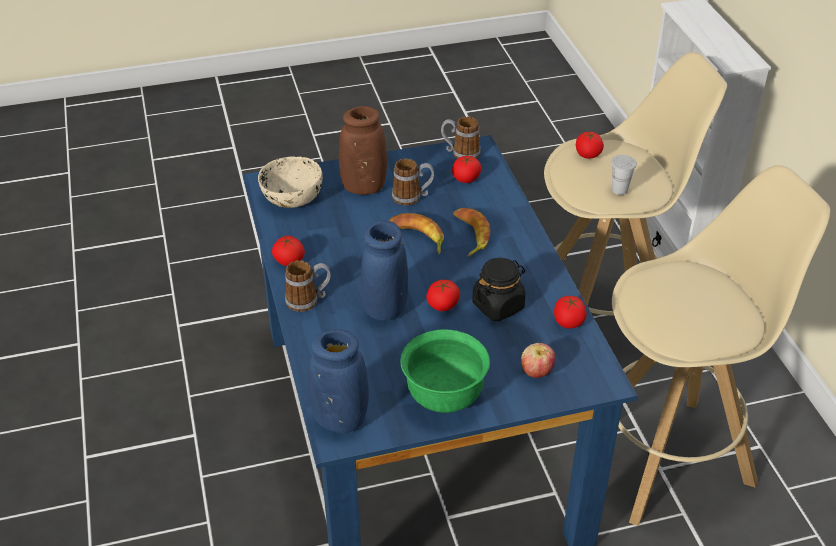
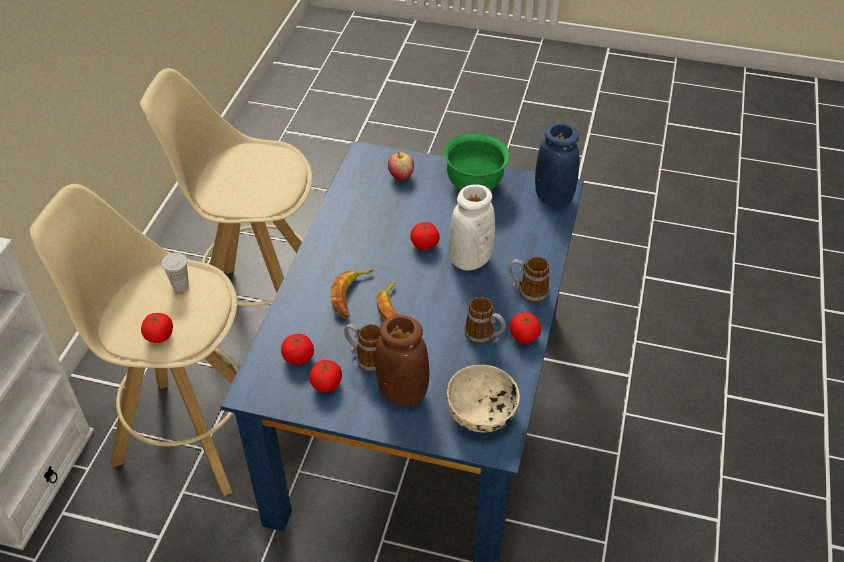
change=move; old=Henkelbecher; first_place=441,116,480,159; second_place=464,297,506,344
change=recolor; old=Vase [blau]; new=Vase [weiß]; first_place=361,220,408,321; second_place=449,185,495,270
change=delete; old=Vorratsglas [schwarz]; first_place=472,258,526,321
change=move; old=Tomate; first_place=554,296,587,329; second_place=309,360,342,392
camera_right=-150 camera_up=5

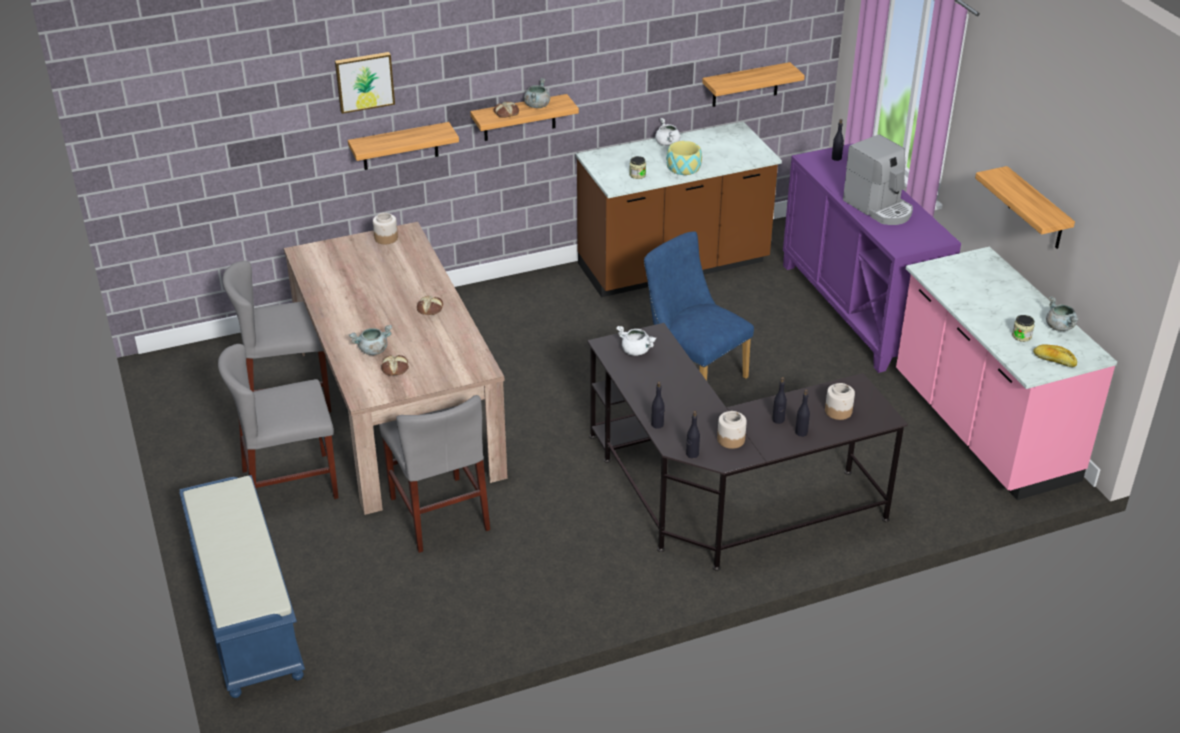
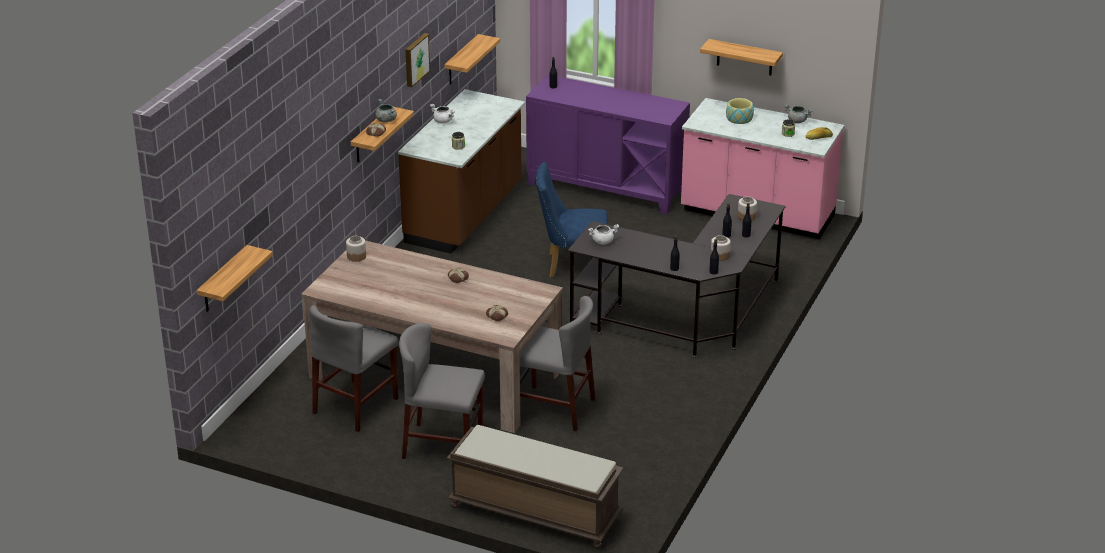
change=move; old=Bild; first_place=335,52,395,114; second_place=405,33,430,87
change=move; old=Wandregal; first_place=348,122,459,170; second_place=197,245,273,312
change=delete; old=Kaffeemaschine; first_place=843,134,913,225
change=move; old=Schüssel; first_place=666,141,702,175; second_place=726,98,754,124
change=delete; old=Kochtopf [grau]; first_place=349,325,392,355
change=rotate; old=Stuhl [grau]; first_place=218,344,339,499; second_place=399,323,485,459; degrees=75
change=recolor; old=Bank [blau]; new=Bank [braun]; first_place=179,475,305,698; second_place=446,425,624,549
camera_right=-45 camera_up=-5

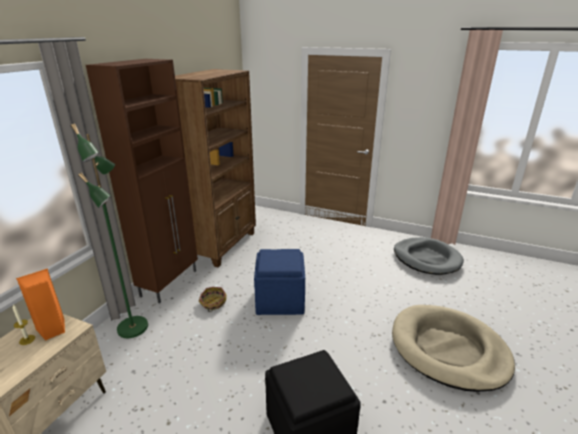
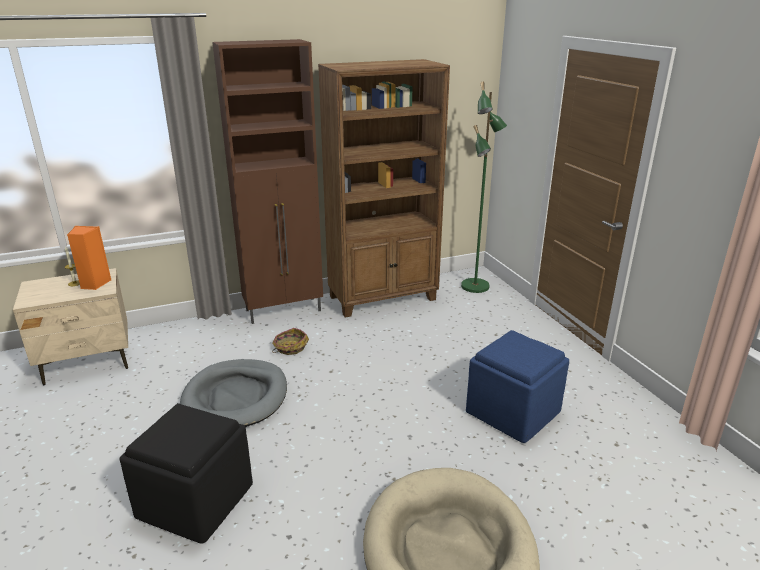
change=move; old=Stehlampe [grün]; first_place=71,124,148,338; second_place=461,82,507,293
change=move; old=Hundebett [grau]; first_place=394,237,464,275; second_place=180,359,287,427
change=move; old=Polsterhocker [blau]; first_place=254,249,305,315; second_place=466,330,569,443
camera_right=45 camera_up=0

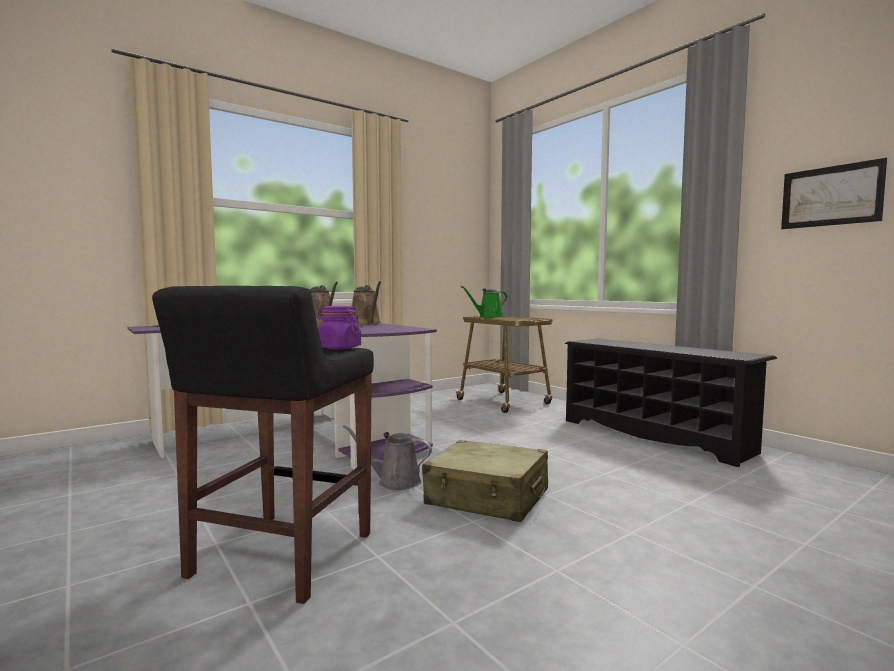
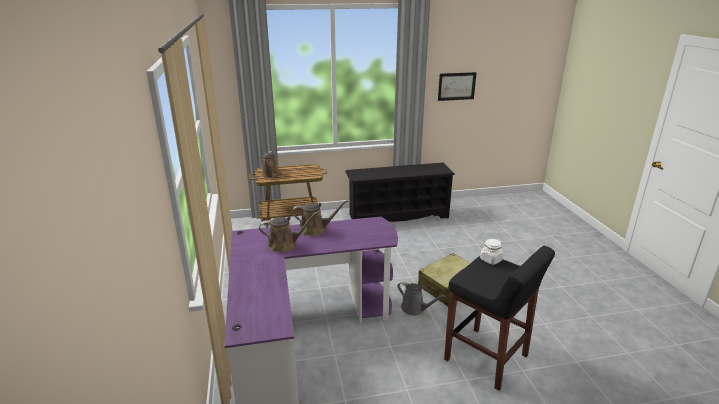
change=recolor; old=Gießkanne [grün]; new=Gießkanne [braun]; first_place=460,286,507,318; second_place=261,151,281,178
change=recolor; old=Vorratsglas [lila]; new=Vorratsglas [weiß]; first_place=317,306,361,350; second_place=480,239,503,265
change=rotate; old=Gießkanne [grau]; first_place=343,425,432,490; second_place=397,281,445,316; degrees=-90
camera_right=-65 camera_up=20

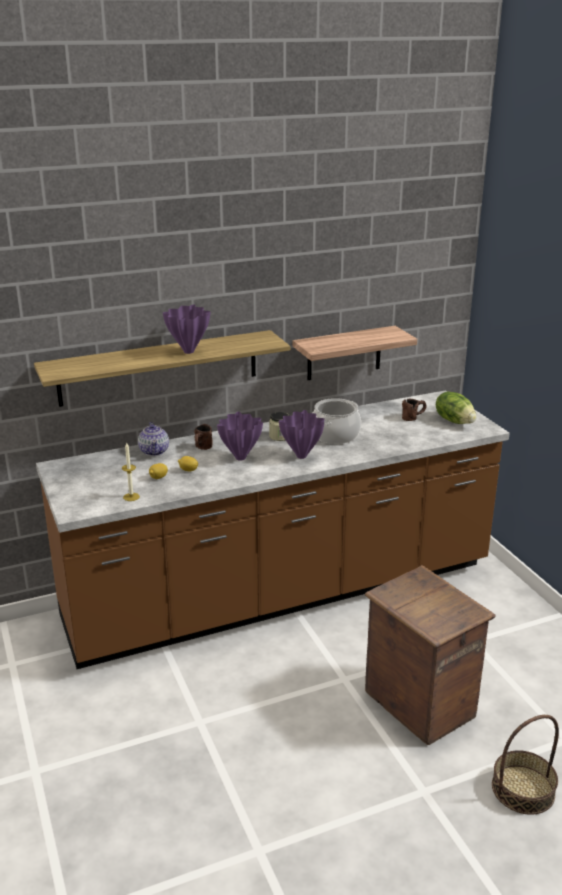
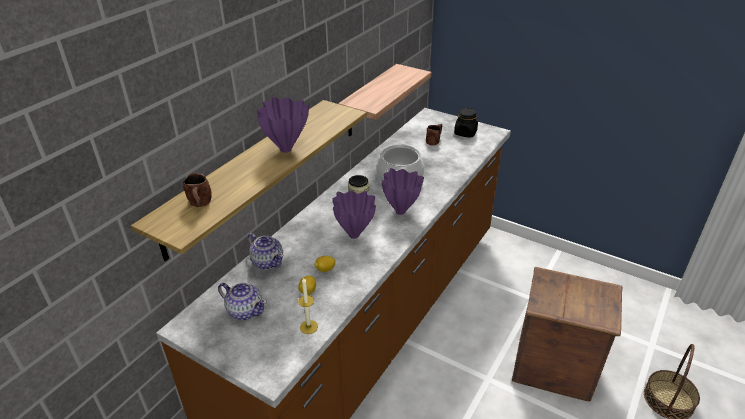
change=replace; old=Salatkopf; new=Vorratsglas [schwarz]; first_place=436,392,477,424; second_place=454,108,478,138
change=move; old=Henkelbecher [braun]; first_place=194,424,213,450; second_place=183,173,212,207
change=insert; new=Teekanne; second_place=218,283,267,320
camera_right=-35 camera_up=10

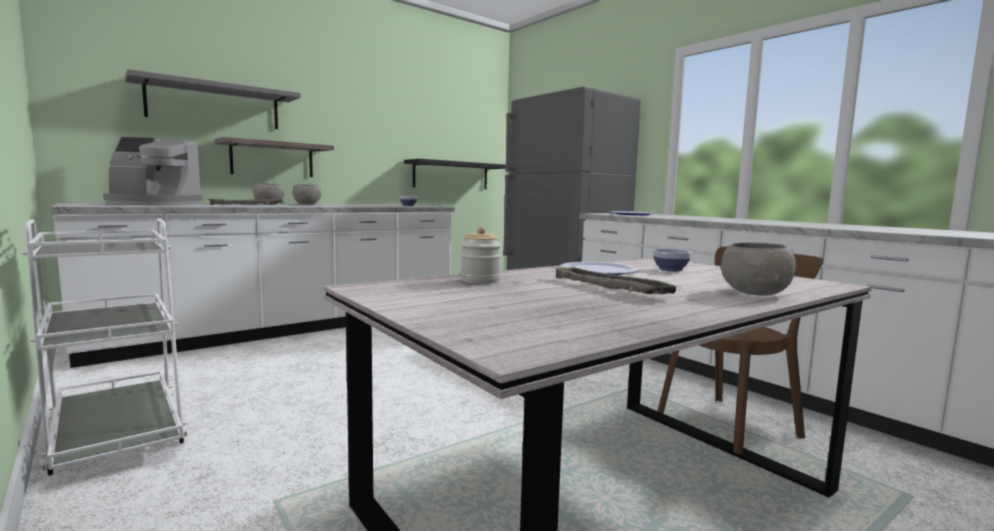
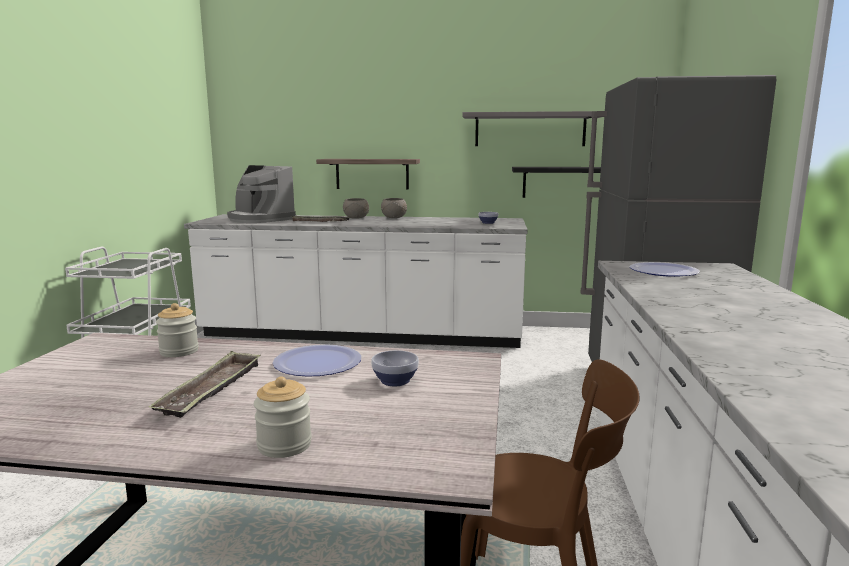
change=move; old=Wandregal [grau]; first_place=125,69,301,129; second_place=462,111,601,146
change=replace; old=Schüssel [grau]; new=Vorratsglas; first_place=720,243,796,296; second_place=254,377,312,458
camera_right=45 camera_up=5

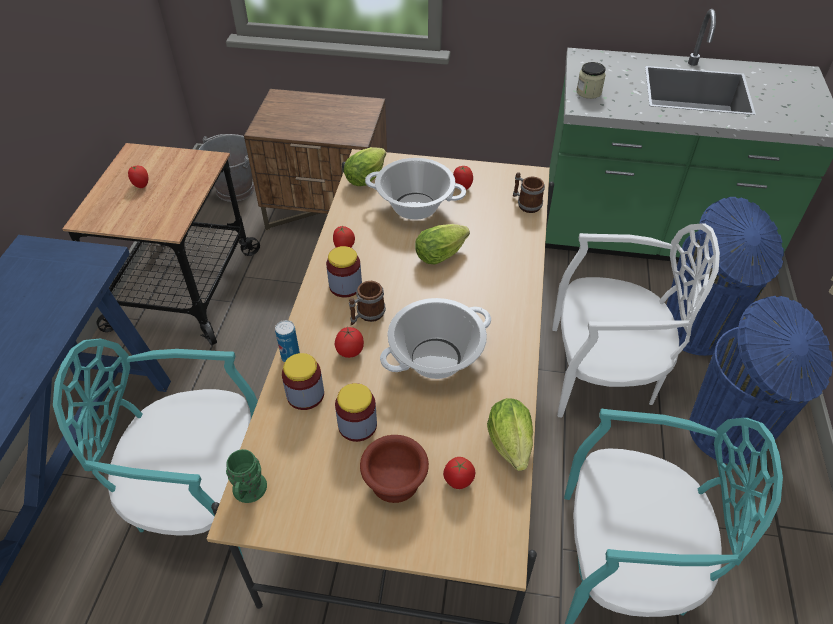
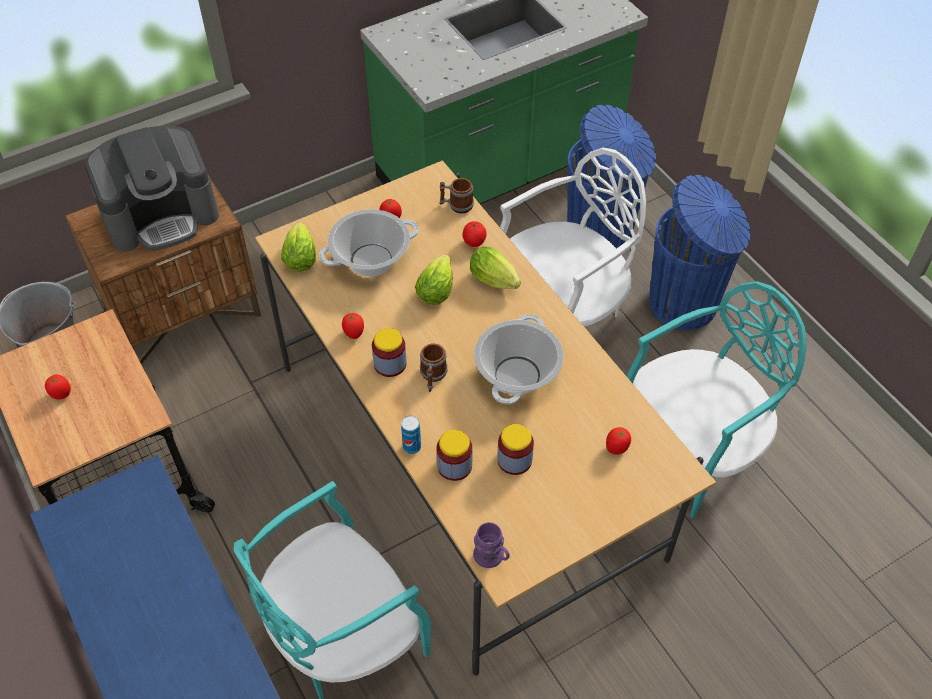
change=delete; old=Vorratsglas; first_place=576,62,606,99
change=move; old=Tomate; first_place=335,327,364,358; second_place=463,221,487,247
change=move; old=Salatkopf; first_place=487,398,533,471; second_place=470,247,521,289
change=delete; old=Schüssel [braun]; first_place=360,435,429,503
change=recolor; old=Henkelbecher [grün]; new=Henkelbecher [lila]; first_place=226,449,267,503; second_place=473,522,510,568
change=insert; new=Kaffeemaschine; second_place=85,126,219,252
camera_right=-40 camera_up=5

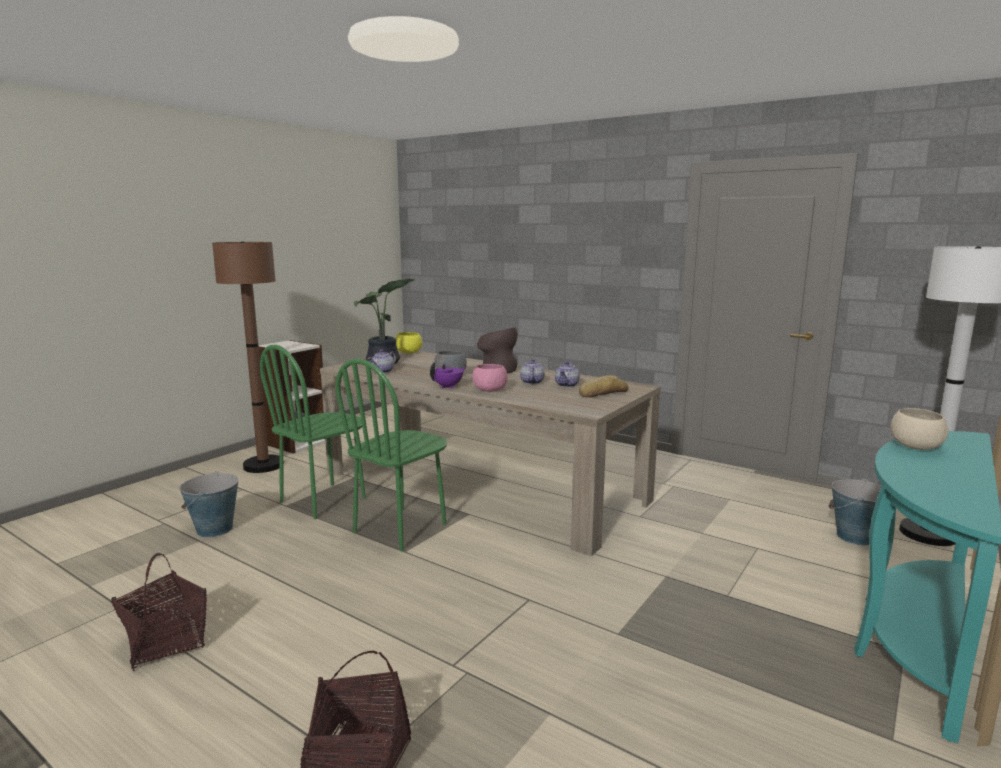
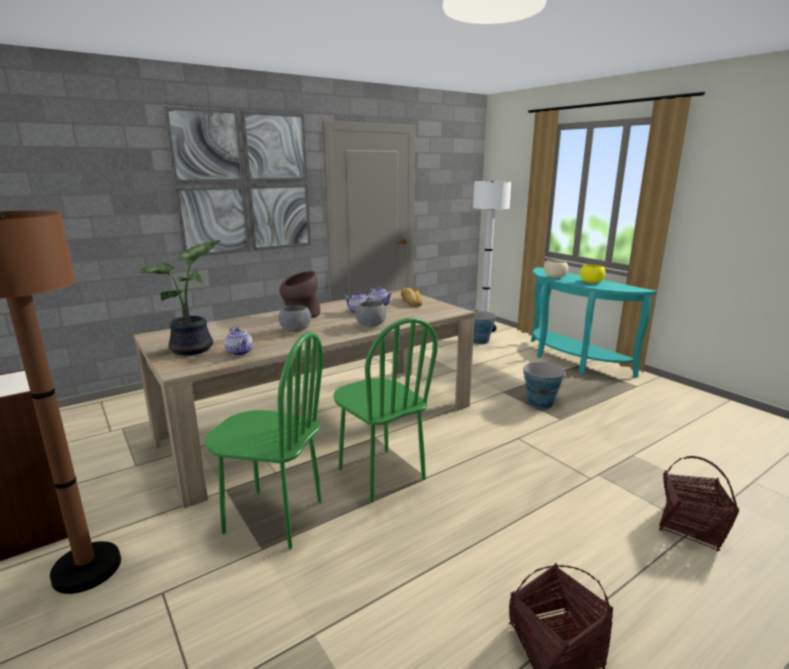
change=move; old=Schüssel [gelb]; first_place=396,332,422,354; second_place=580,264,605,283
change=rotate; old=Stuhl [grün]; first_place=260,345,366,519; second_place=204,332,323,549; degrees=-45
change=delete; old=Teekanne [lila]; first_place=430,362,466,388
change=recolor; old=Schüssel [rosa]; new=Schüssel [grau]; first_place=472,364,508,392; second_place=355,301,386,327
change=move; old=Eimer; first_place=180,471,239,537; second_place=523,362,566,409
change=insert; new=Bild; second_place=163,106,311,256
camera_right=-70 camera_up=5

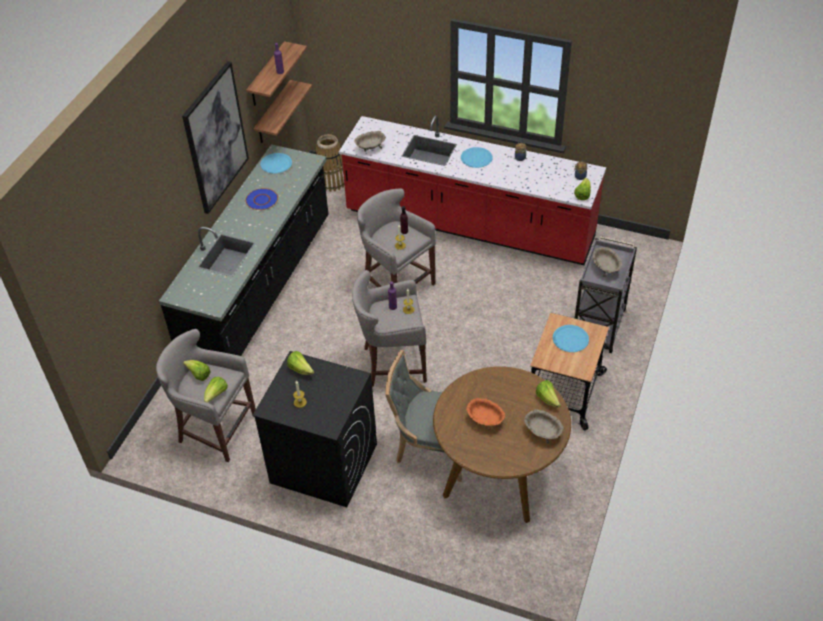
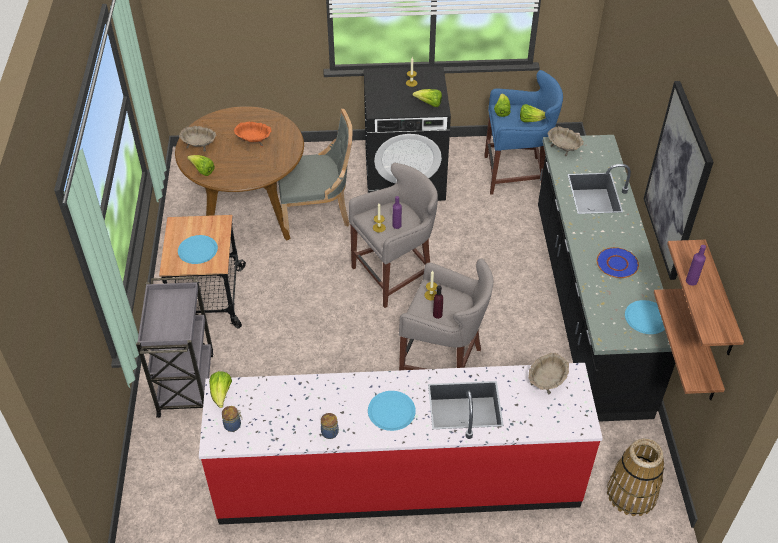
change=move; old=Schüssel [beige]; first_place=593,247,622,277; second_place=547,126,584,156
change=recolor; old=Hocker [grau]; new=Hocker [blau]; first_place=156,329,256,462; second_place=484,70,563,195
camera_right=155 camera_up=0

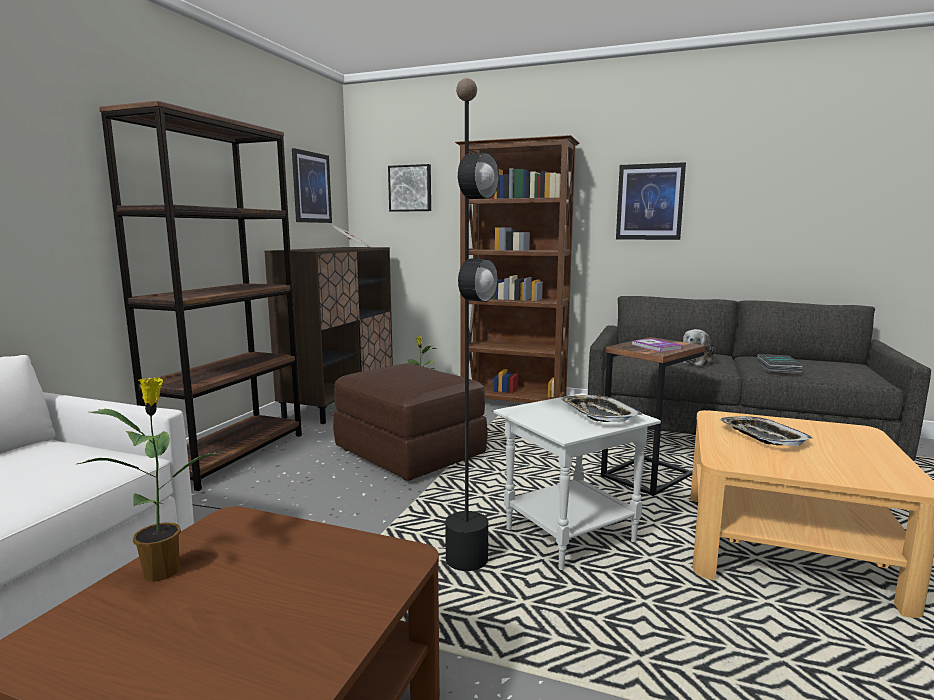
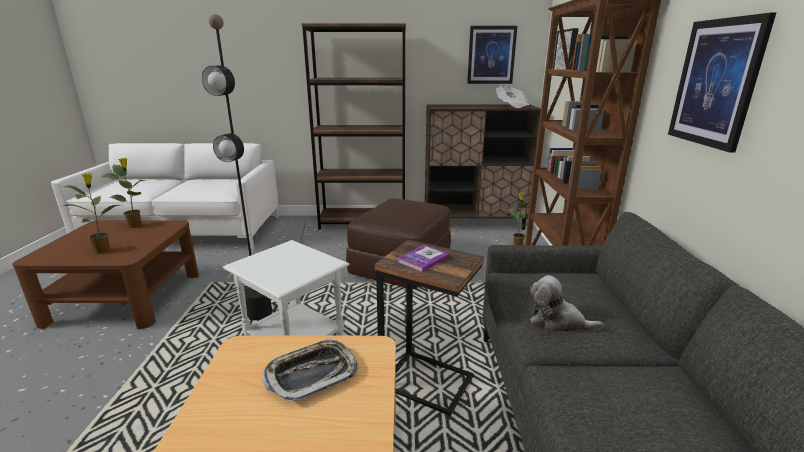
change=delete; old=Buch; first_place=757,354,803,374
change=delete; old=Tablett; first_place=560,395,642,422
change=insert; new=Topfpflanze; second_place=62,173,120,254
camera_right=70 camera_up=10

